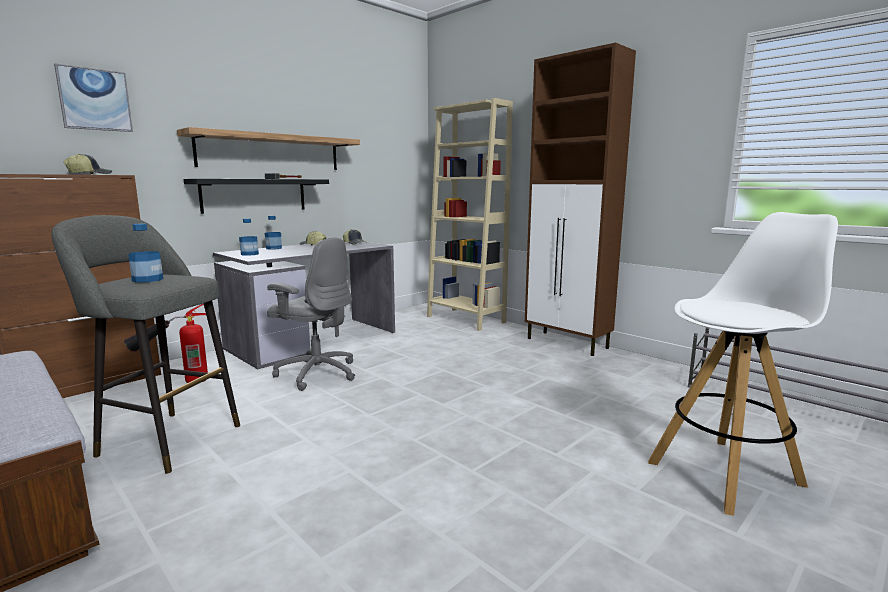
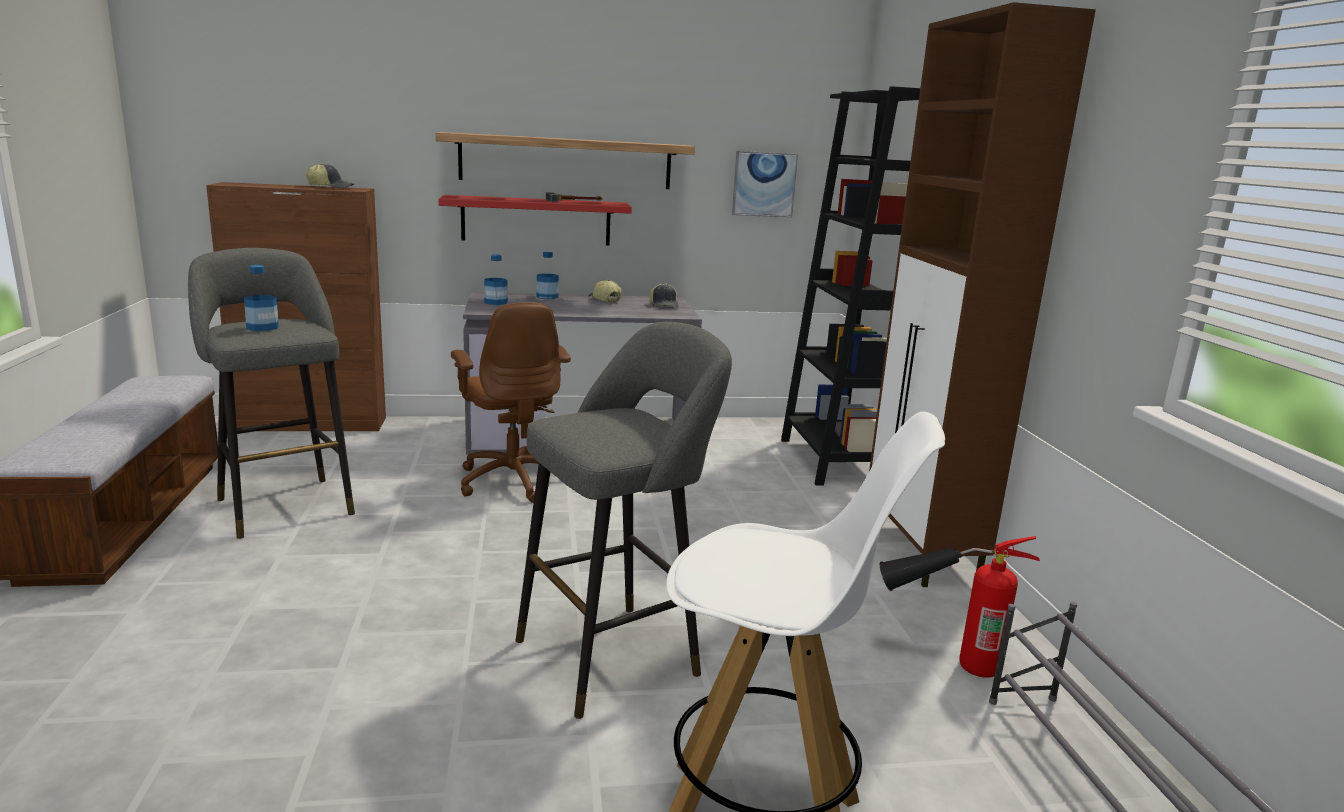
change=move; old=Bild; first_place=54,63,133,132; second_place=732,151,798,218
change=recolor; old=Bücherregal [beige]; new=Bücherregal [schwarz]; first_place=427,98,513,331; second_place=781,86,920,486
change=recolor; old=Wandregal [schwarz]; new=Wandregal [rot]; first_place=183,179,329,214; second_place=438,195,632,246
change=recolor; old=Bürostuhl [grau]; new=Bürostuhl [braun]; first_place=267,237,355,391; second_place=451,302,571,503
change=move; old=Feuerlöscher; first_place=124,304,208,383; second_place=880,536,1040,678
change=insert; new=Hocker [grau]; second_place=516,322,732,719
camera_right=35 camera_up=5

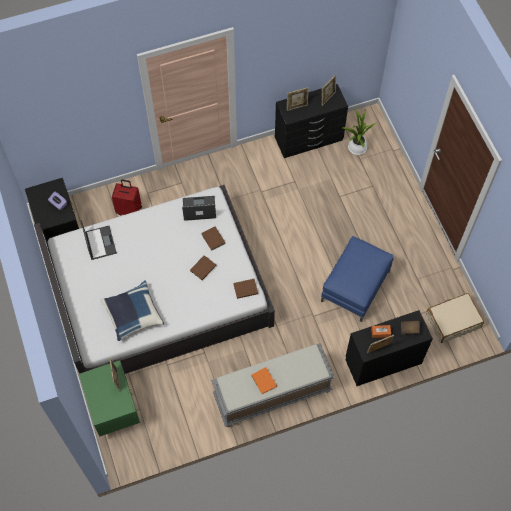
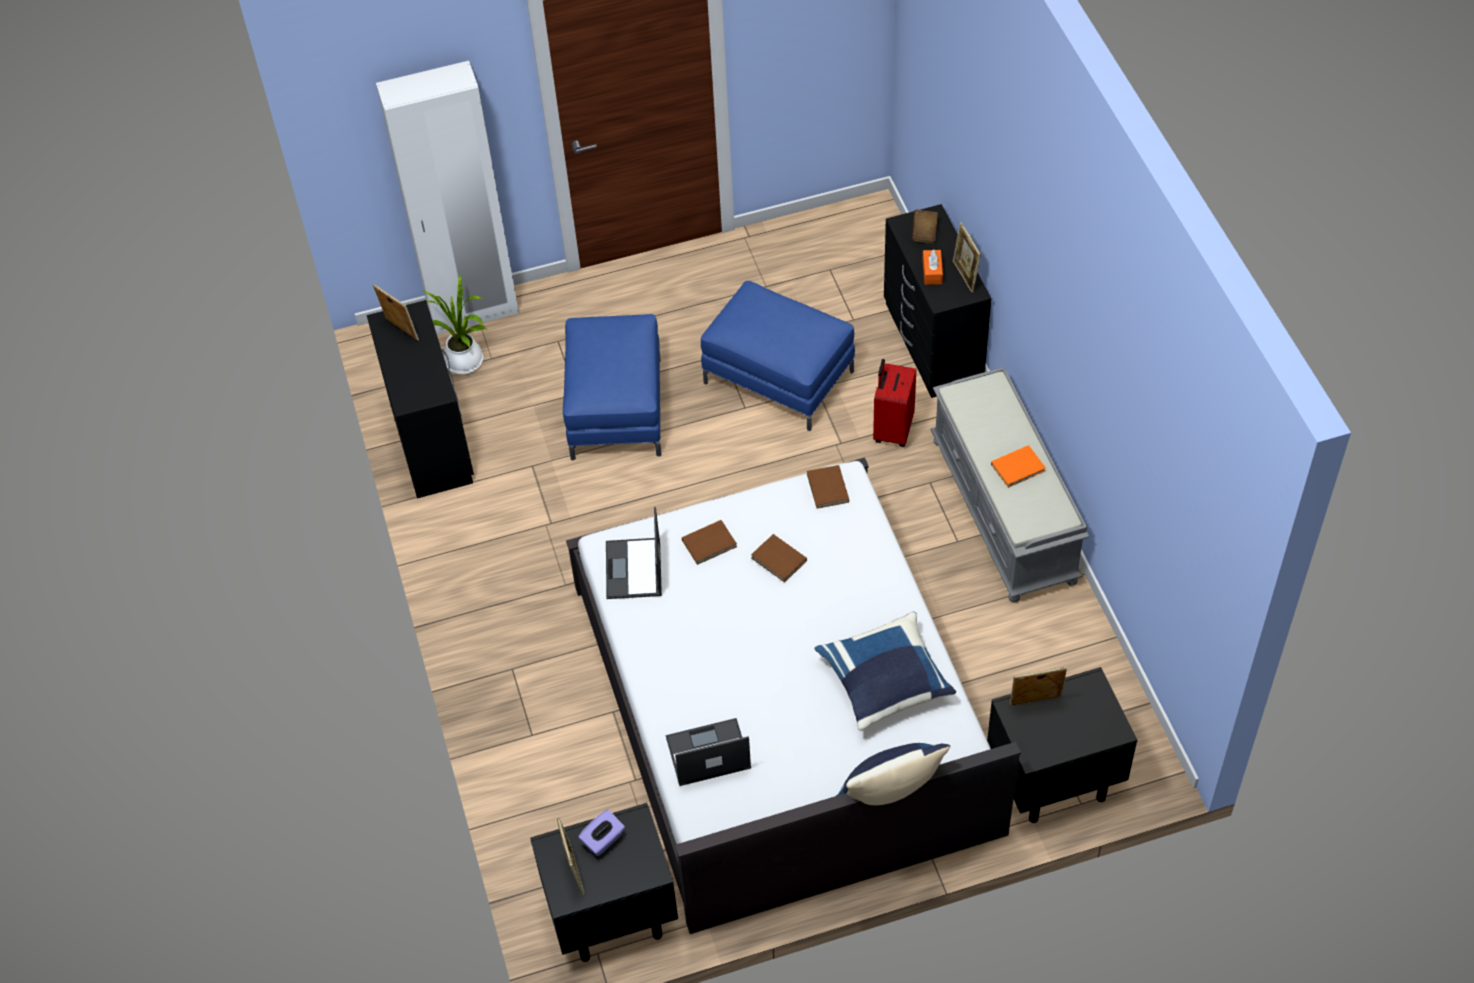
change=move; old=Bilderrahmen; first_place=287,87,309,111; second_place=557,818,585,895
change=move; old=Koffer [rot]; first_place=112,179,142,215; second_place=873,359,916,447
change=delete; old=Koffer [beige]; first_place=426,293,484,343
change=recolor; old=Nachttisch [grün]; new=Nachttisch [schwarz]; first_place=79,361,140,436; second_place=987,667,1137,823
change=insert; new=Kleiderschrank [weiß]; second_place=376,61,519,335
change=insert; new=Polsterhocker [blau]; second_place=563,314,662,460
change=insert; new=Kissen [blau]; second_place=836,743,950,805
camera_right=-85 camera_up=-10

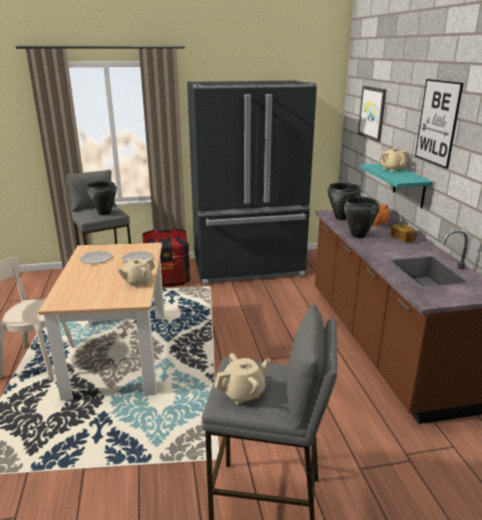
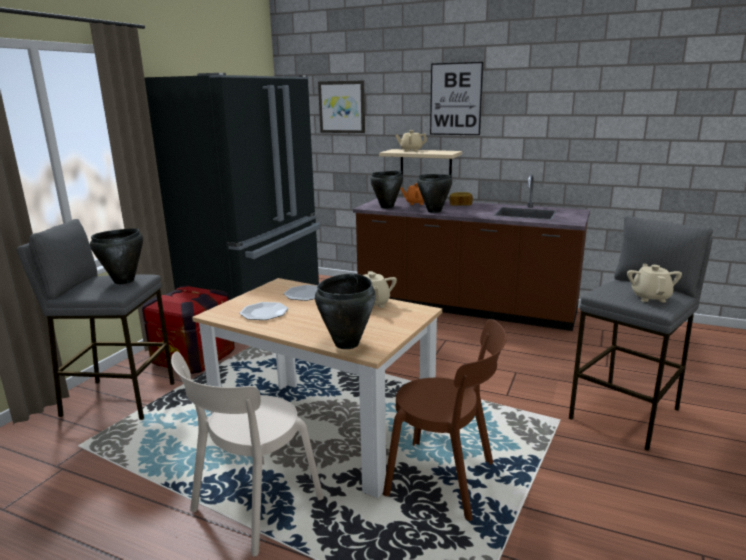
change=recolor; old=Wandregal [türkis]; new=Wandregal [beige]; first_place=361,164,433,208; second_place=379,149,462,177
change=insert; new=Kochtopf [schwarz]; second_place=315,273,376,349
change=insert; new=Stuhl [braun]; second_place=383,319,507,521
camera_right=-55 camera_up=-5

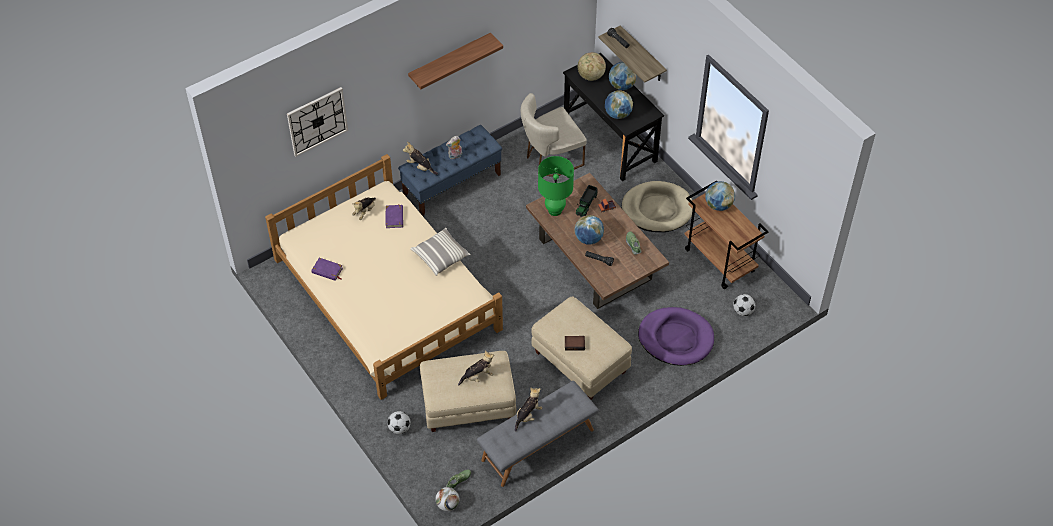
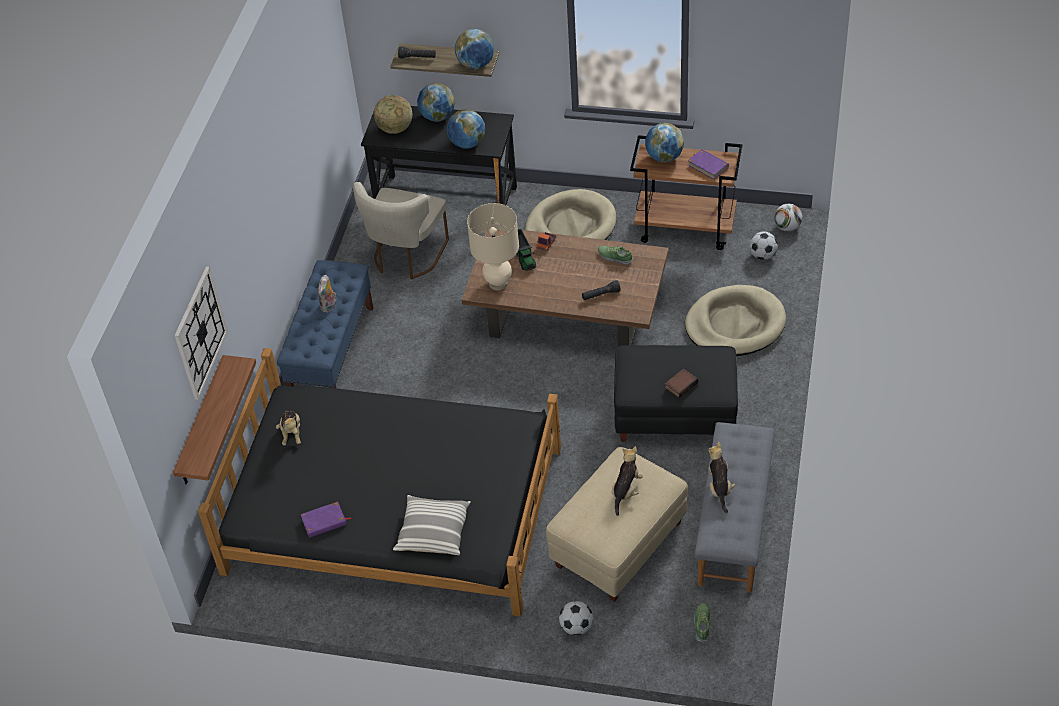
change=move; old=Wandregal; first_place=408,33,503,89; second_place=173,355,256,485
change=delete; old=Plüschtier; first_place=403,142,438,175
change=recolor; old=Bett [beige]; new=Bett [schwarz]; first_place=265,154,503,400; second_place=198,348,561,617
change=recolor; old=Tischlampe [grün]; new=Tischlampe [beige]; first_place=538,156,574,216; second_place=467,203,519,290
change=move; old=Buch [lila]; first_place=386,205,403,228; second_place=688,149,729,180
change=move; old=Globus; first_place=575,215,604,244; second_place=455,29,494,69
change=move; old=Kissen; first_place=410,228,470,276; second_place=393,495,471,555
change=recolor; old=Polsterhocker [beige]; new=Polsterhocker [schwarz]; first_place=531,297,632,400; second_place=614,345,738,442
change=recolor; old=Hundebett [lila]; new=Hundebett [beige]; first_place=638,307,714,366; second_place=685,285,786,356
change=move; old=Fußball; first_place=435,487,459,511; second_place=774,204,803,232
camera_right=-40 camera_up=-5

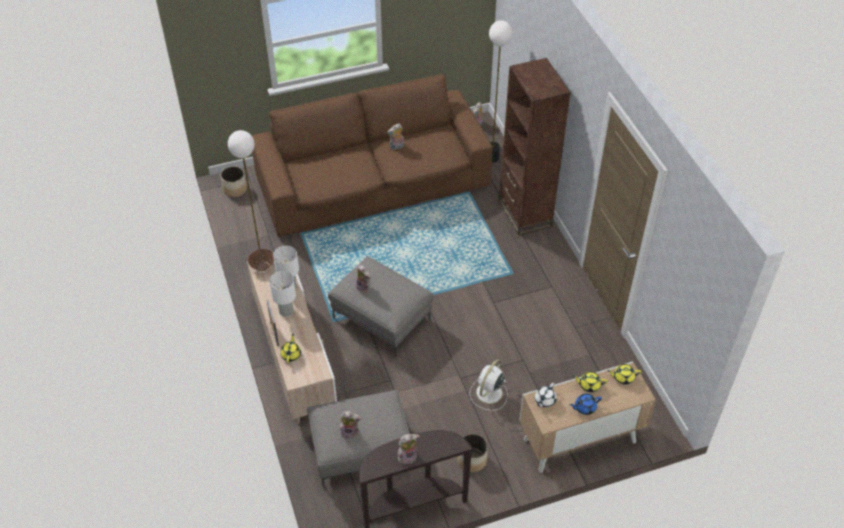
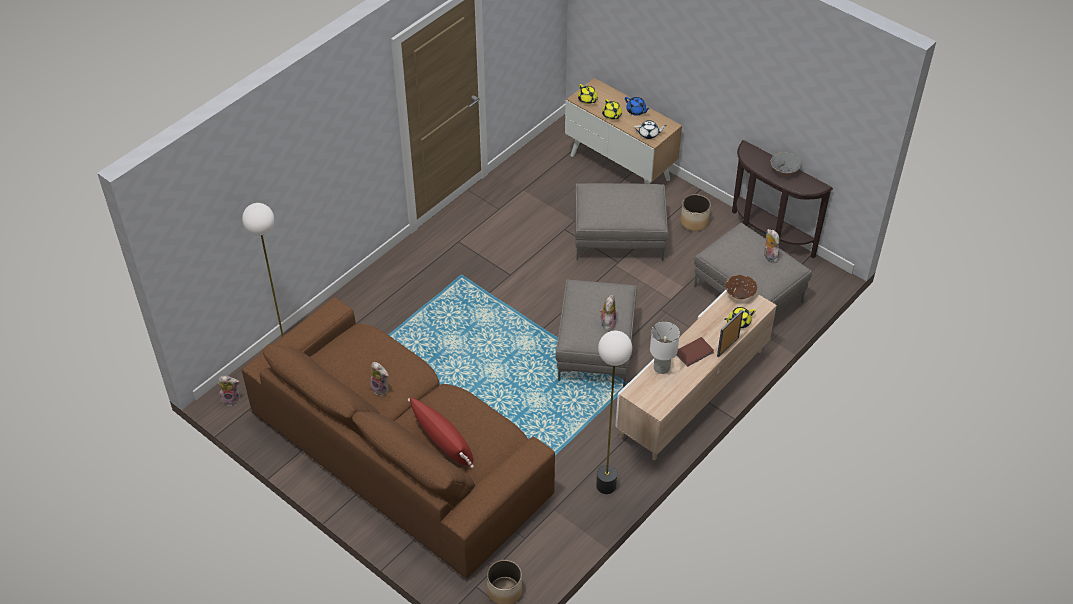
change=delete; old=Bücherregal [braun]; first_place=499,58,571,235
change=move; old=Schüssel [braun]; first_place=248,249,274,271; second_place=725,275,757,299
change=replace; old=Tischlampe [weiß]; new=Buch [braun]; first_place=269,271,296,317; second_place=677,337,714,367
change=replace; old=Ventilator [weiß]; new=Polsterhocker [grau]; first_place=469,359,507,411; second_place=575,183,668,261
change=replace; old=Plüschtier; new=Schüssel [grau]; first_place=398,434,420,464; second_place=771,152,802,175
change=insert; new=Kissen [rot]; second_place=408,398,474,468
camera_right=-120 camera_up=0

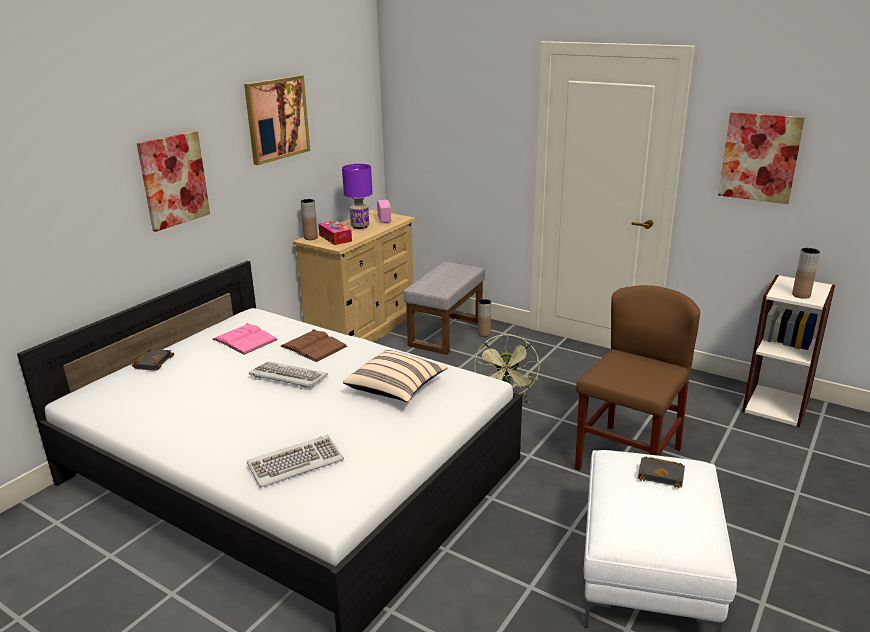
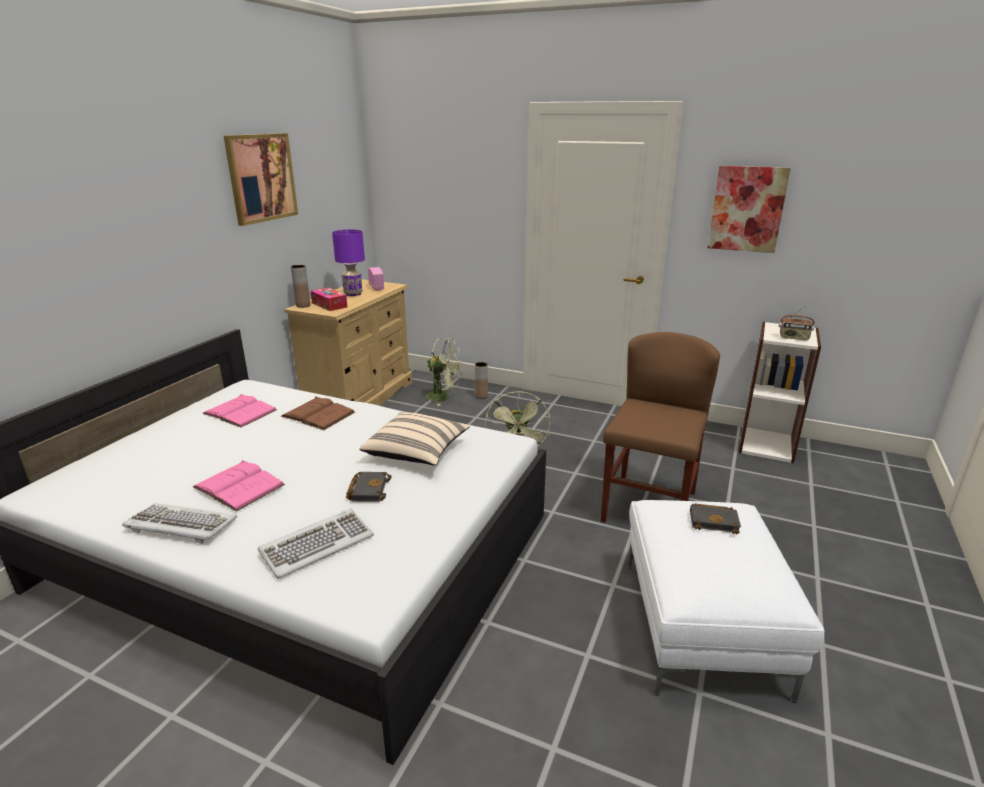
change=delete; old=Bild; first_place=137,131,210,232
change=replace; old=Vase [braun]; new=Radio; first_place=792,248,820,299; second_place=779,306,814,340
change=replace; old=Polsterhocker [grau]; new=Ventilator [grün]; first_place=404,262,485,355; second_place=424,338,463,406
change=move; old=Buch [schwarz]; first_place=132,349,174,371; second_place=346,472,392,502
change=move; old=Tastatur; first_place=249,361,328,389; second_place=122,503,237,544
change=insert; new=Buch [rosa]; second_place=193,460,285,512
camera_right=-10 camera_up=0

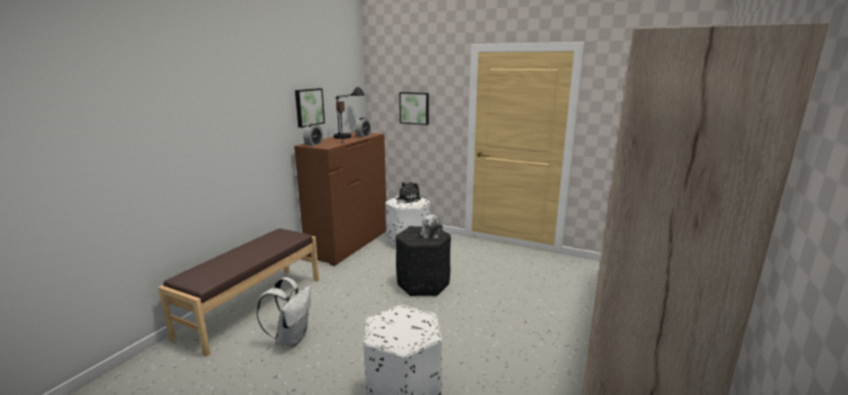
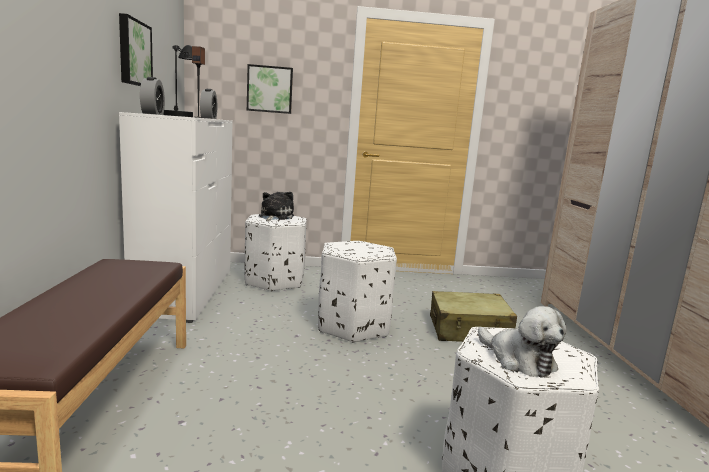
change=recolor; old=Kommode [braun]; new=Kommode [weiß]; first_place=294,131,386,266; second_place=119,112,232,323
change=move; old=Plüschtier; first_place=420,215,443,239; second_place=478,306,567,378
change=recolor; old=Polsterhocker [schwarz]; new=Polsterhocker [weiß]; first_place=396,226,451,296; second_place=318,241,397,343
change=delete; old=Rucksack [weiß]; first_place=257,277,311,347
change=insert; new=Koffer [beige]; second_place=430,291,517,342
camera_right=-30 camera_up=-5

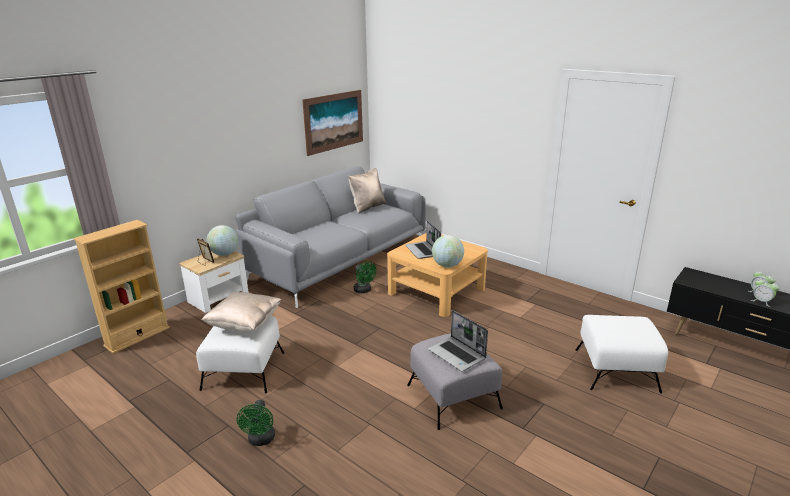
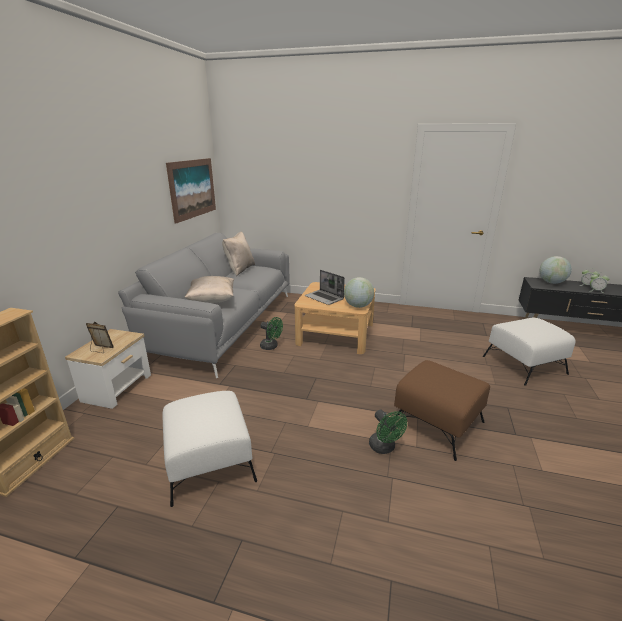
change=move; old=Globus; first_place=207,225,238,256; second_place=540,256,572,284
change=move; old=Kissen [beige]; first_place=201,292,282,332; second_place=185,276,234,303
change=delete; old=Laptop; first_place=428,310,488,372
change=recolor; old=Polsterhocker [grau]; new=Polsterhocker [braun]; first_place=407,333,503,430; second_place=394,360,490,461
change=move; old=Ventilator [grün]; first_place=237,400,275,446; second_place=369,410,407,454
camera_right=-25 camera_up=0

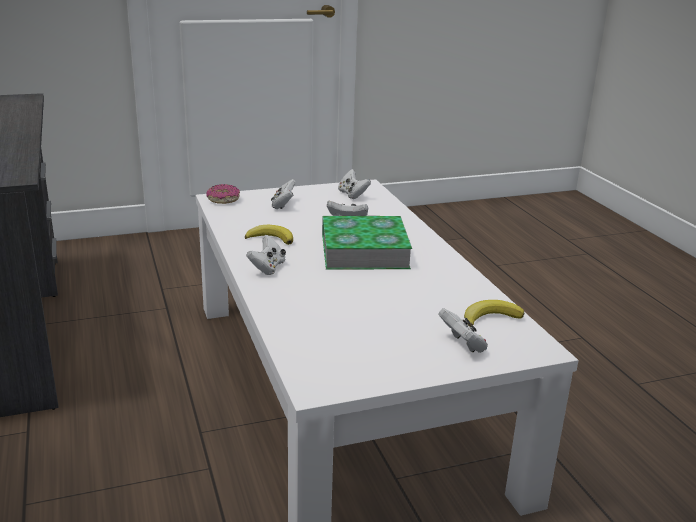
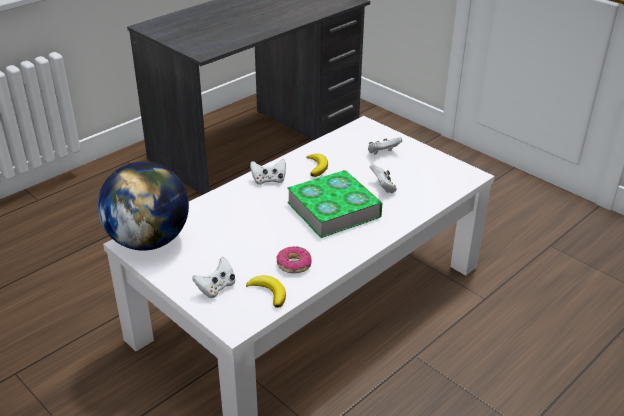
change=delete; old=Gamepad [weiß]; first_place=338,169,371,199
change=move; old=Donut; first_place=206,184,240,204; second_place=276,246,312,273
change=insert; new=Globus; second_place=97,161,189,251
camera_right=65 camera_up=10

